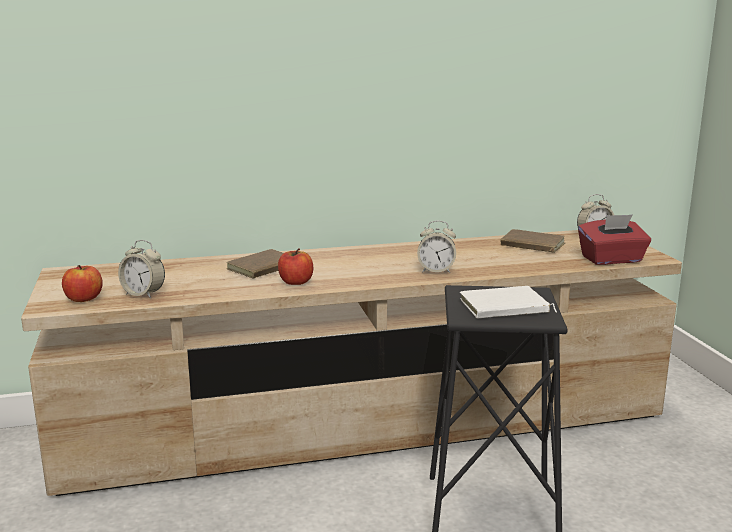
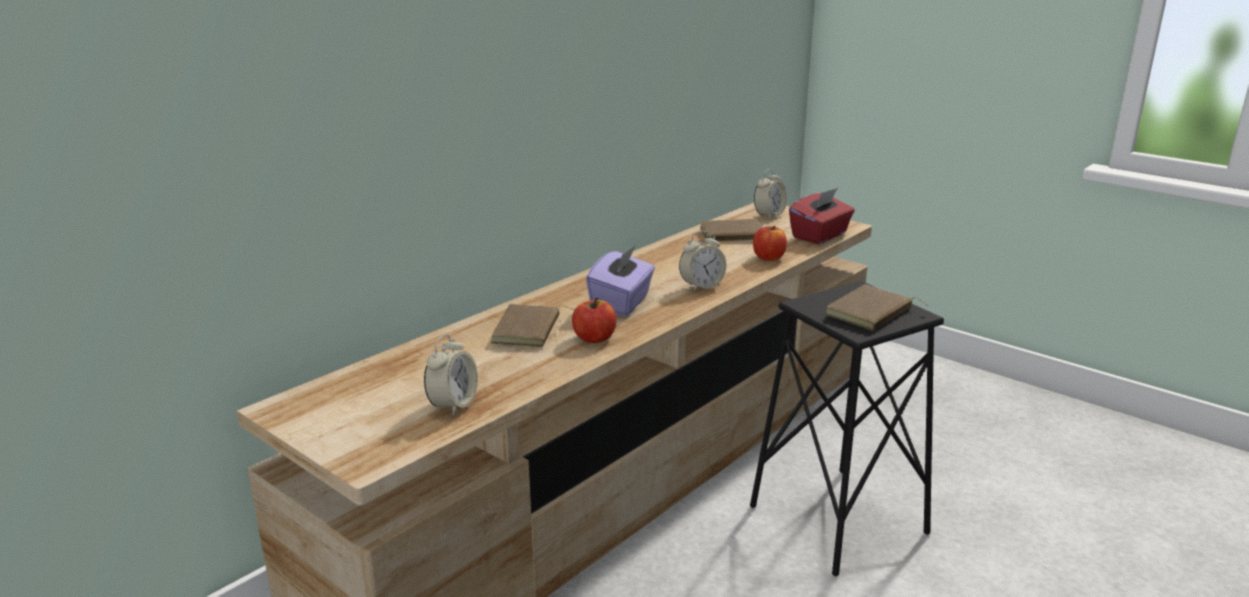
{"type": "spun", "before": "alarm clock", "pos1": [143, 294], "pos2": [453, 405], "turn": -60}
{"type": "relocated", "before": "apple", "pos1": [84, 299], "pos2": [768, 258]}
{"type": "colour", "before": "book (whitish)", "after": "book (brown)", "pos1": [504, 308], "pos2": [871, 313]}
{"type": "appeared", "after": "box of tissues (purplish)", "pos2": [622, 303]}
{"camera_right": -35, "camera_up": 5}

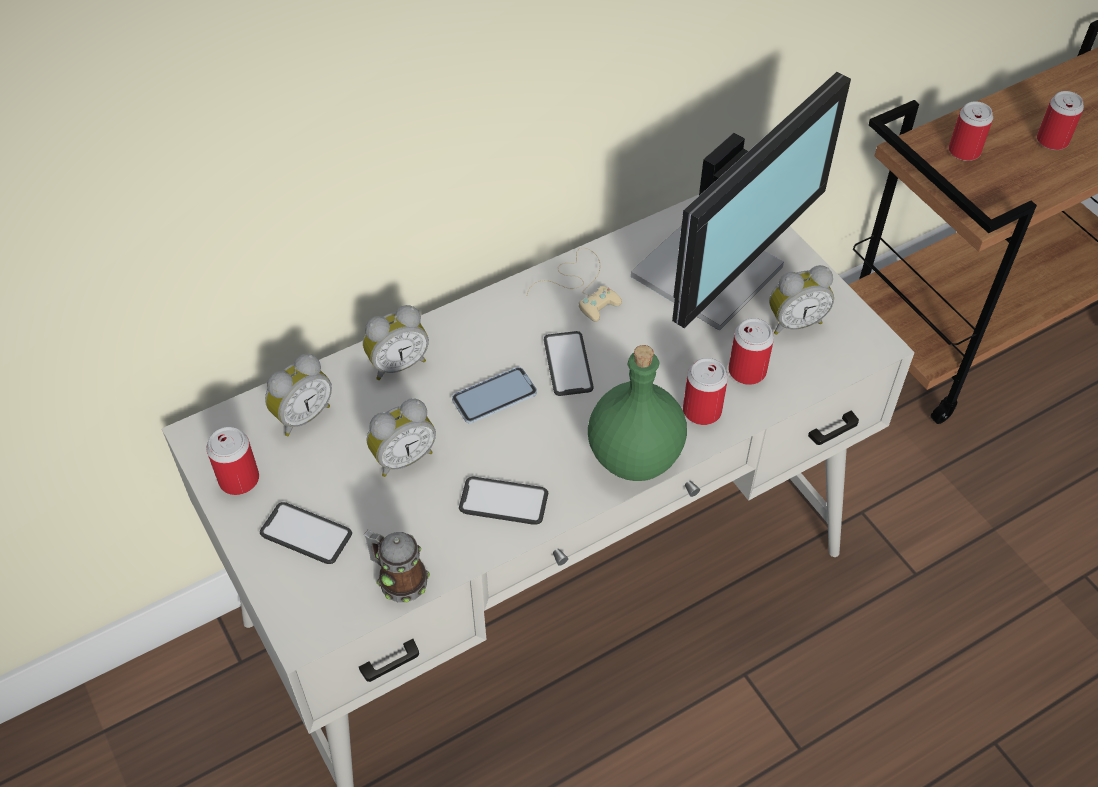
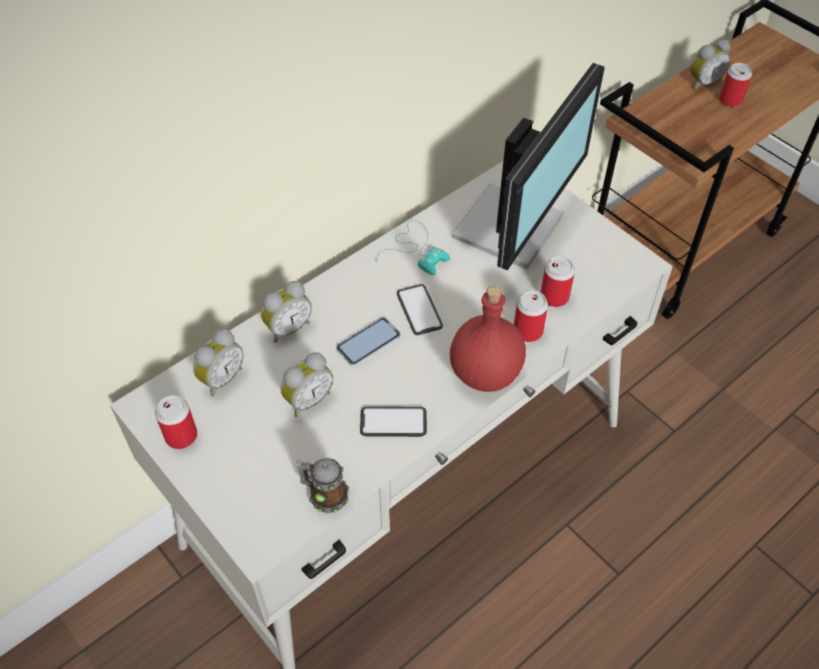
{"type": "missing", "before": "can", "pos1": [964, 151]}
{"type": "colour", "before": "game controller (sand-coloured)", "after": "game controller (turquoise)", "pos1": [581, 285], "pos2": [416, 249]}
{"type": "relocated", "before": "alarm clock", "pos1": [794, 322], "pos2": [702, 82]}
{"type": "colour", "before": "drink bottle (green)", "after": "drink bottle (red)", "pos1": [633, 455], "pos2": [484, 372]}
{"type": "missing", "before": "telephone", "pos1": [306, 534]}
{"camera_right": -10, "camera_up": 0}

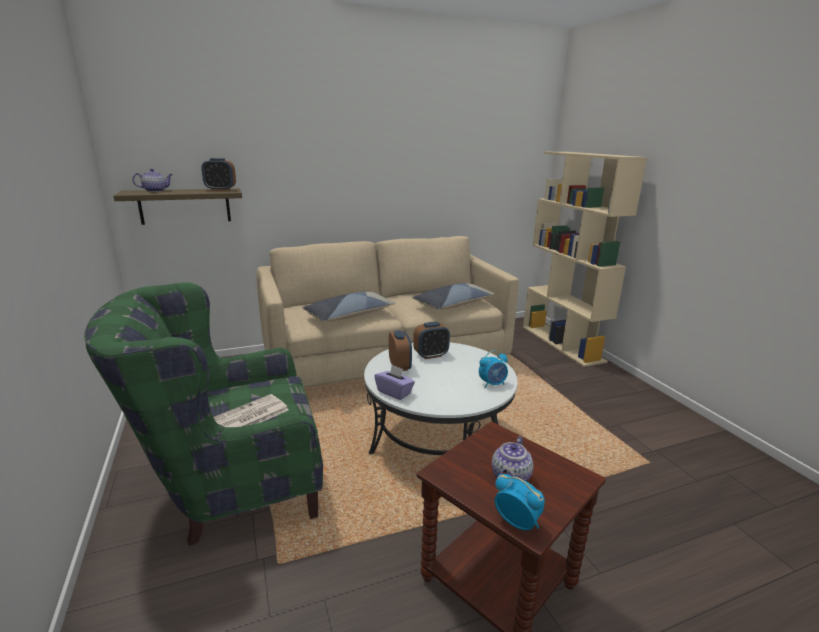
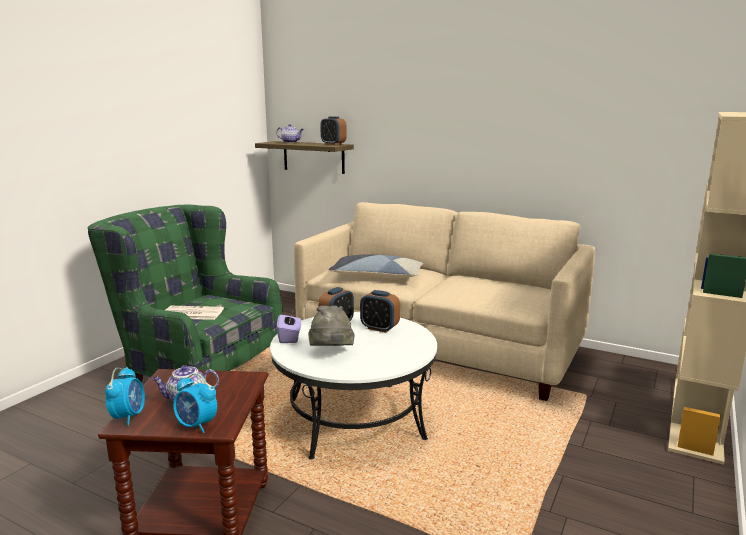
{"type": "missing", "before": "cushion", "pos1": [453, 304]}
{"type": "relocated", "before": "alarm clock", "pos1": [492, 384], "pos2": [196, 425]}
{"type": "appeared", "after": "hat (greyish)", "pos2": [331, 353]}
{"camera_right": 50, "camera_up": -5}

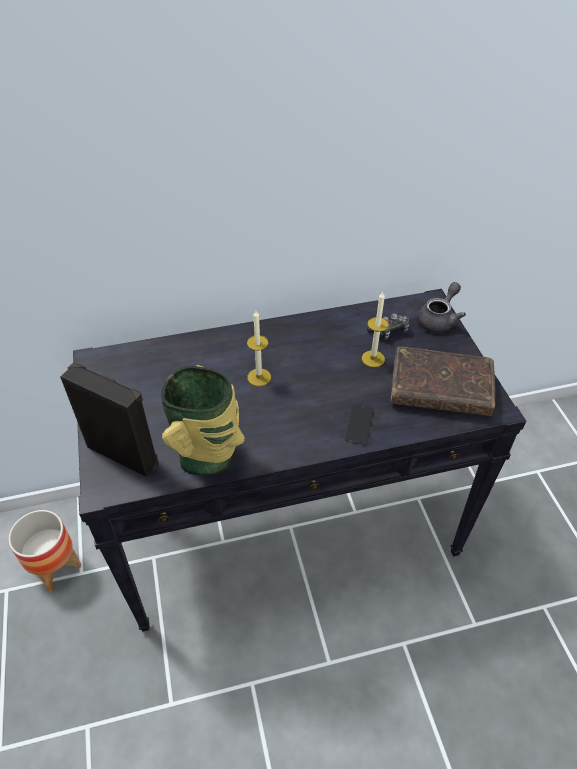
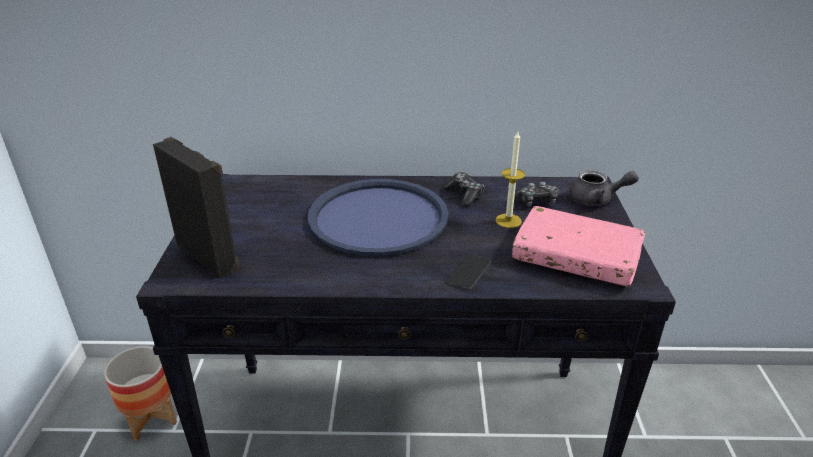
{"type": "spun", "before": "pot for tea (greyish)", "pos1": [439, 319], "pos2": [596, 200], "turn": 45}
{"type": "exchanged", "before": "wax candle", "after": "carrying tray (blue)", "pos1": [259, 377], "pos2": [378, 218]}
{"type": "colour", "before": "book (brown)", "after": "book (pink)", "pos1": [440, 389], "pos2": [576, 257]}
{"type": "missing", "before": "flower vase", "pos1": [208, 459]}
{"type": "appeared", "after": "game controller", "pos2": [464, 195]}
{"camera_right": 15, "camera_up": -15}

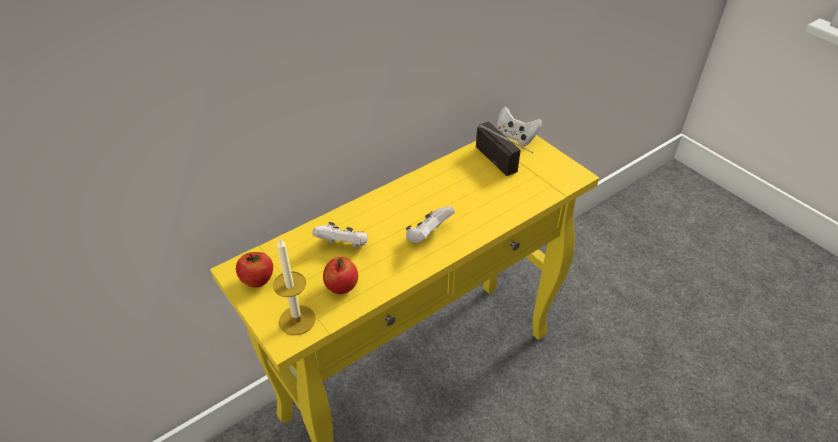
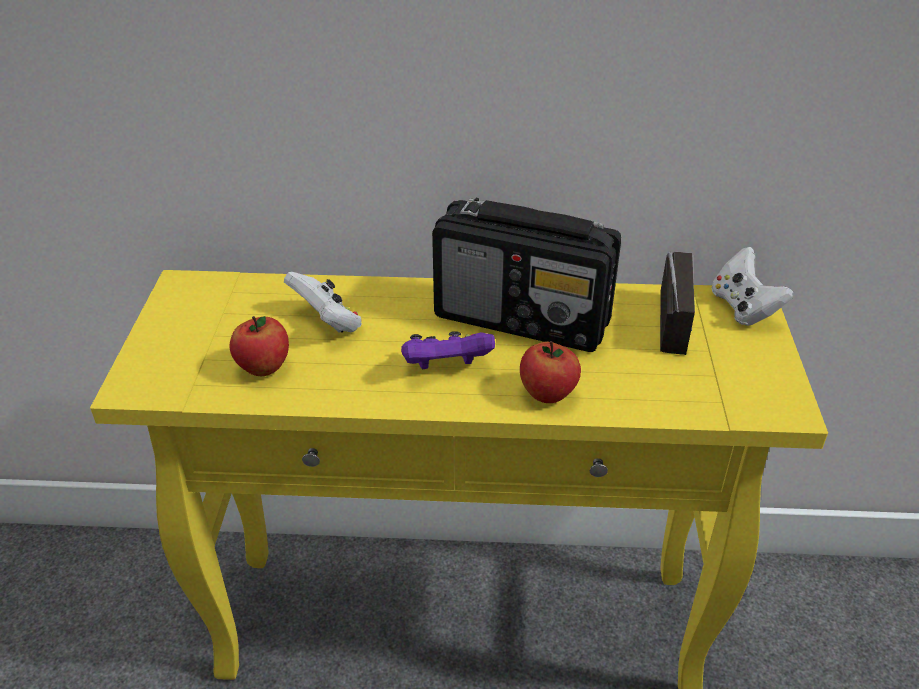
{"type": "colour", "before": "game controller (whitish)", "after": "game controller (purplish)", "pos1": [428, 235], "pos2": [446, 368]}
{"type": "missing", "before": "wax candle", "pos1": [297, 320]}
{"type": "relocated", "before": "apple", "pos1": [258, 281], "pos2": [548, 394]}
{"type": "appeared", "after": "radio set", "pos2": [523, 319]}
{"camera_right": 40, "camera_up": -5}

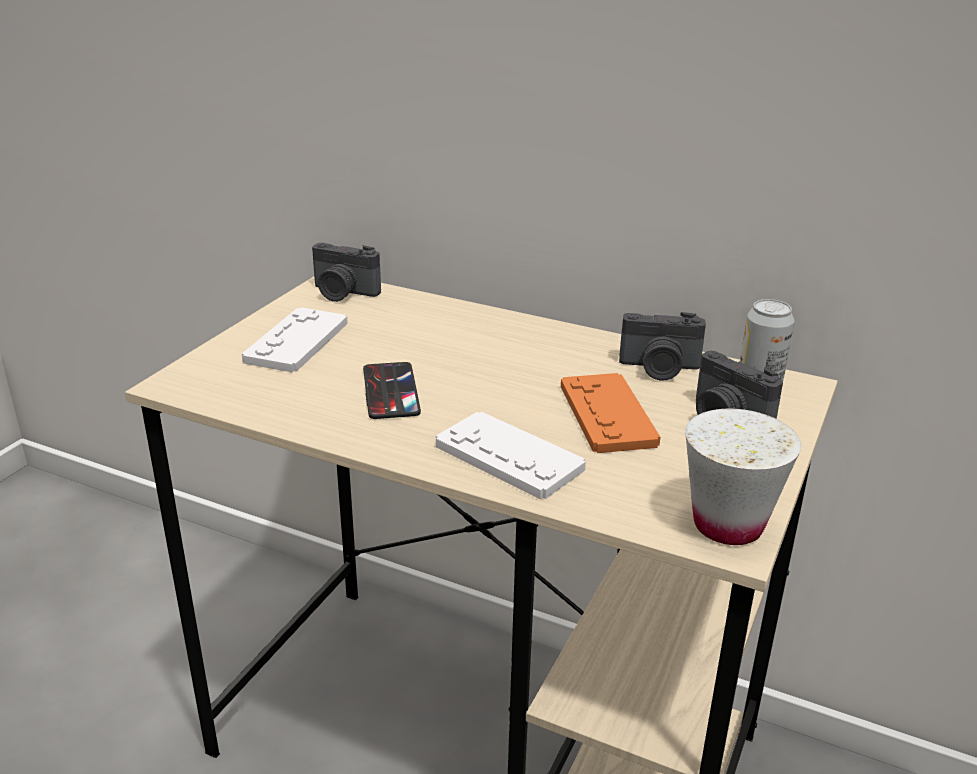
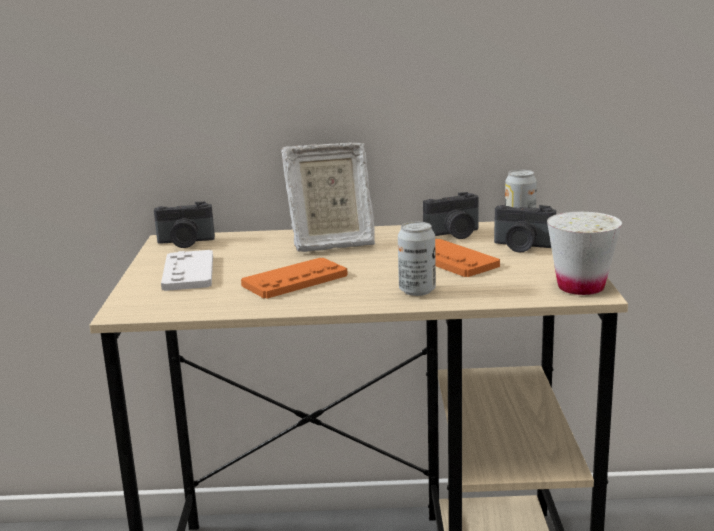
{"type": "exchanged", "before": "telephone", "after": "game controller (orangey)", "pos1": [390, 391], "pos2": [295, 280]}
{"type": "exchanged", "before": "game controller (whitish)", "after": "can", "pos1": [509, 457], "pos2": [417, 290]}
{"type": "appeared", "after": "picture frame", "pos2": [330, 243]}
{"camera_right": -25, "camera_up": -10}

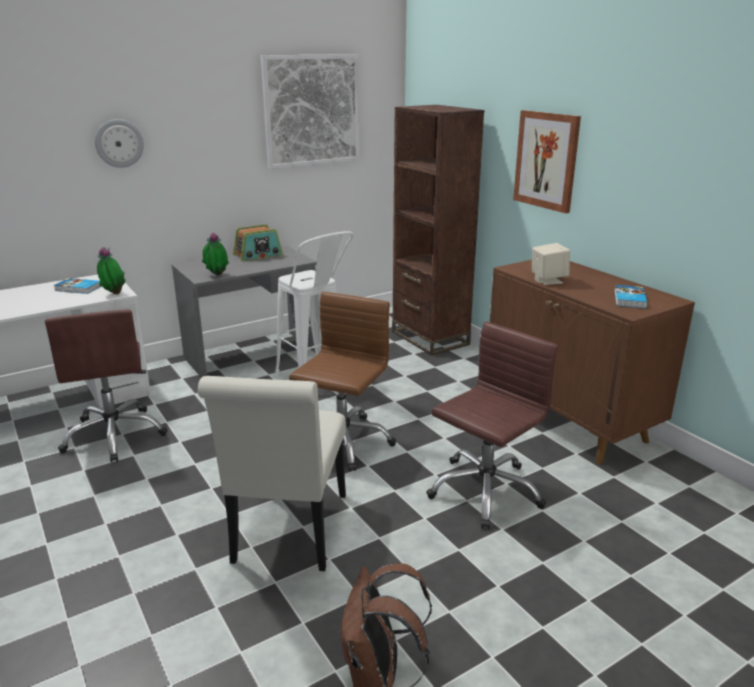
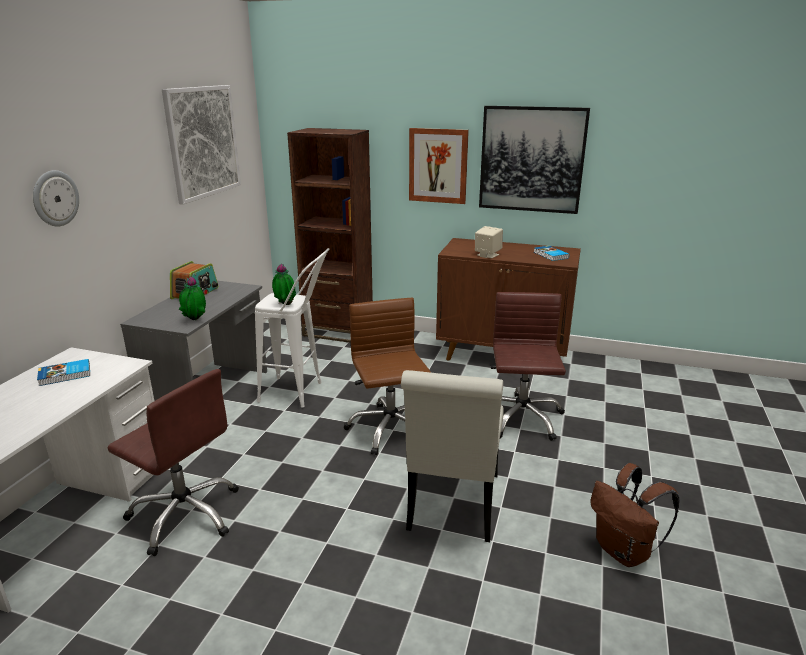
{"type": "relocated", "before": "houseplant", "pos1": [113, 294], "pos2": [285, 305]}
{"type": "spun", "before": "upright chair (whitish)", "pos1": [288, 534], "pos2": [452, 507], "turn": 45}
{"type": "appeared", "after": "wall art", "pos2": [531, 159]}
{"camera_right": -40, "camera_up": 0}

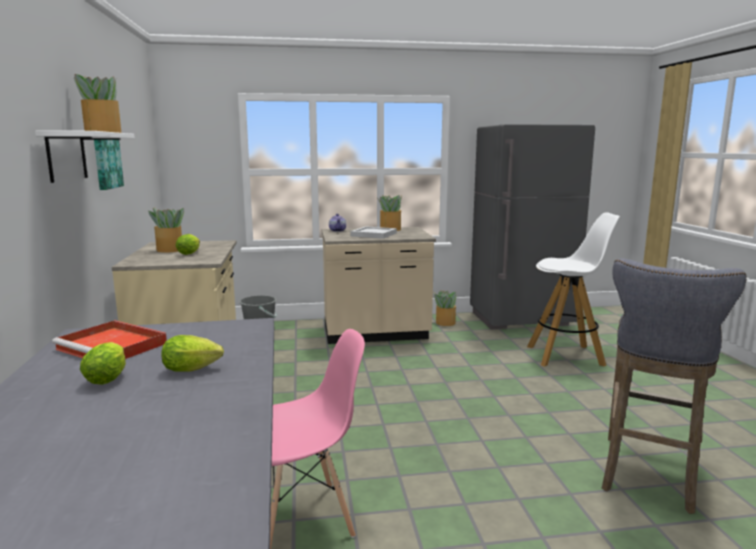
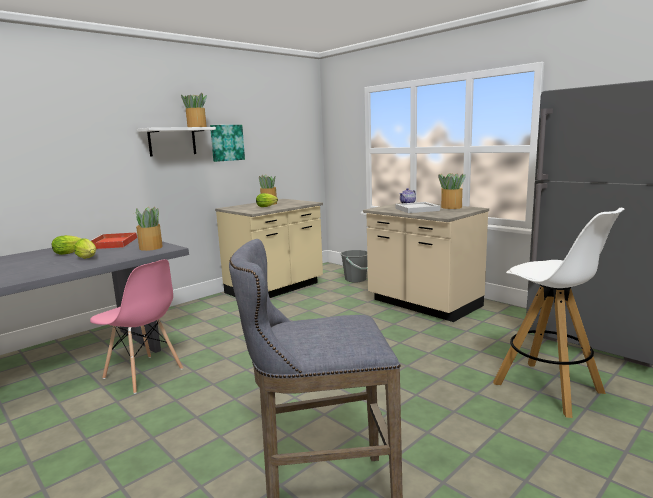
{"type": "relocated", "before": "houseplant", "pos1": [445, 323], "pos2": [151, 247]}
{"camera_right": 55, "camera_up": 0}

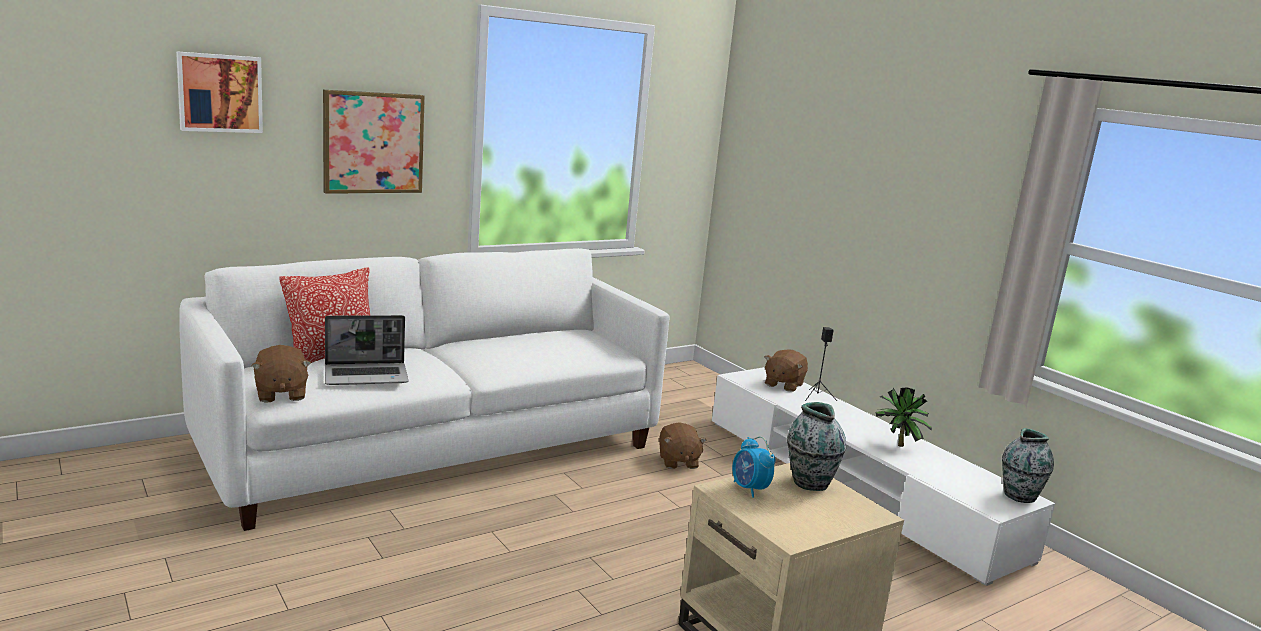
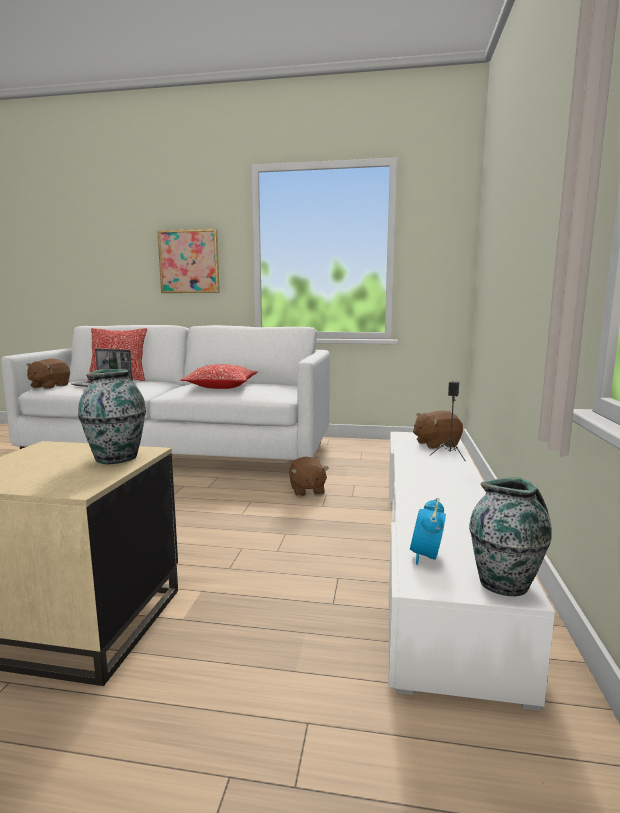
{"type": "missing", "before": "wall art", "pos1": [220, 93]}
{"type": "missing", "before": "houseplant", "pos1": [896, 445]}
{"type": "spun", "before": "soft toy (brown)", "pos1": [678, 461], "pos2": [307, 490], "turn": -45}
{"type": "relocated", "before": "alarm clock", "pos1": [749, 489], "pos2": [426, 557]}
{"type": "appeared", "after": "cushion", "pos2": [221, 387]}
{"camera_right": 45, "camera_up": -5}

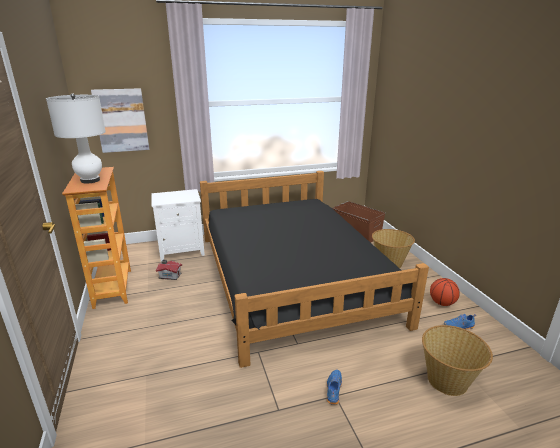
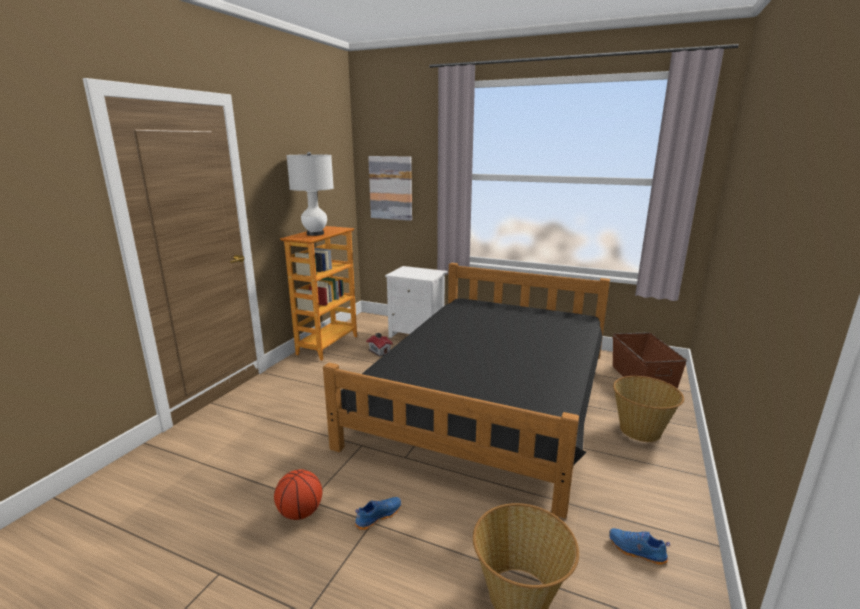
{"type": "relocated", "before": "basketball ball", "pos1": [442, 303], "pos2": [300, 512]}
{"camera_right": 40, "camera_up": -5}

